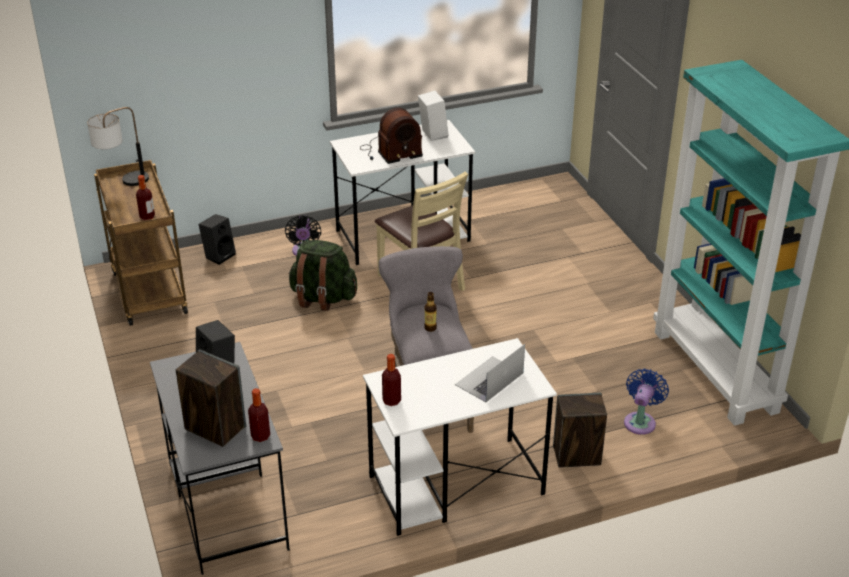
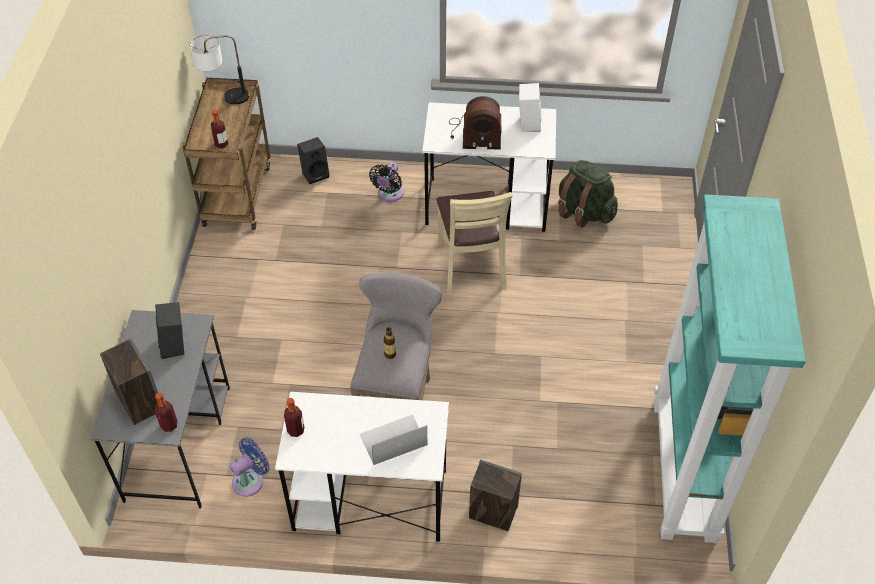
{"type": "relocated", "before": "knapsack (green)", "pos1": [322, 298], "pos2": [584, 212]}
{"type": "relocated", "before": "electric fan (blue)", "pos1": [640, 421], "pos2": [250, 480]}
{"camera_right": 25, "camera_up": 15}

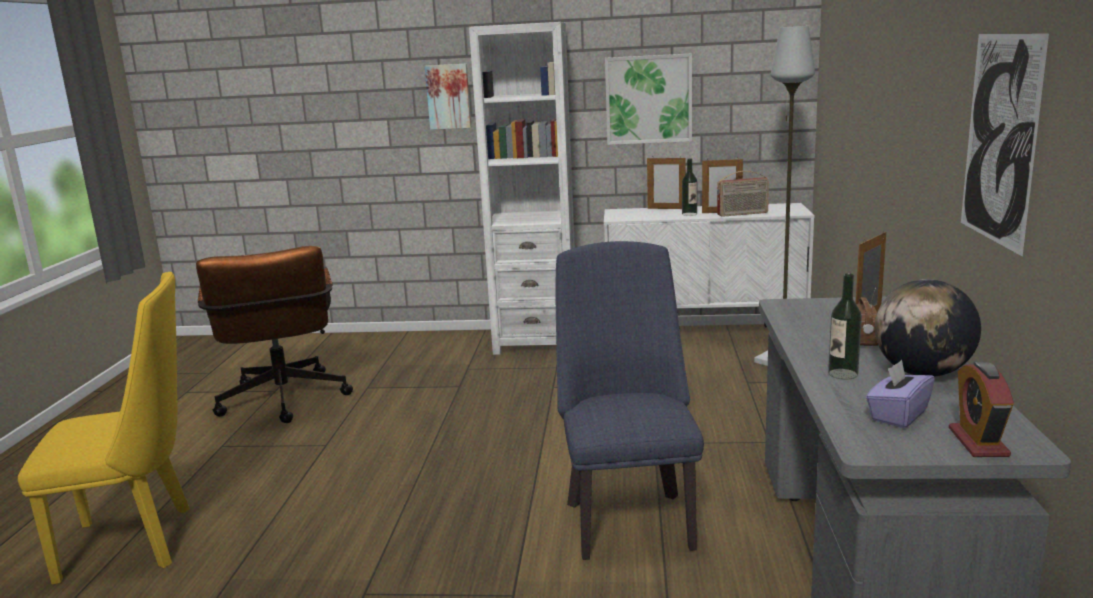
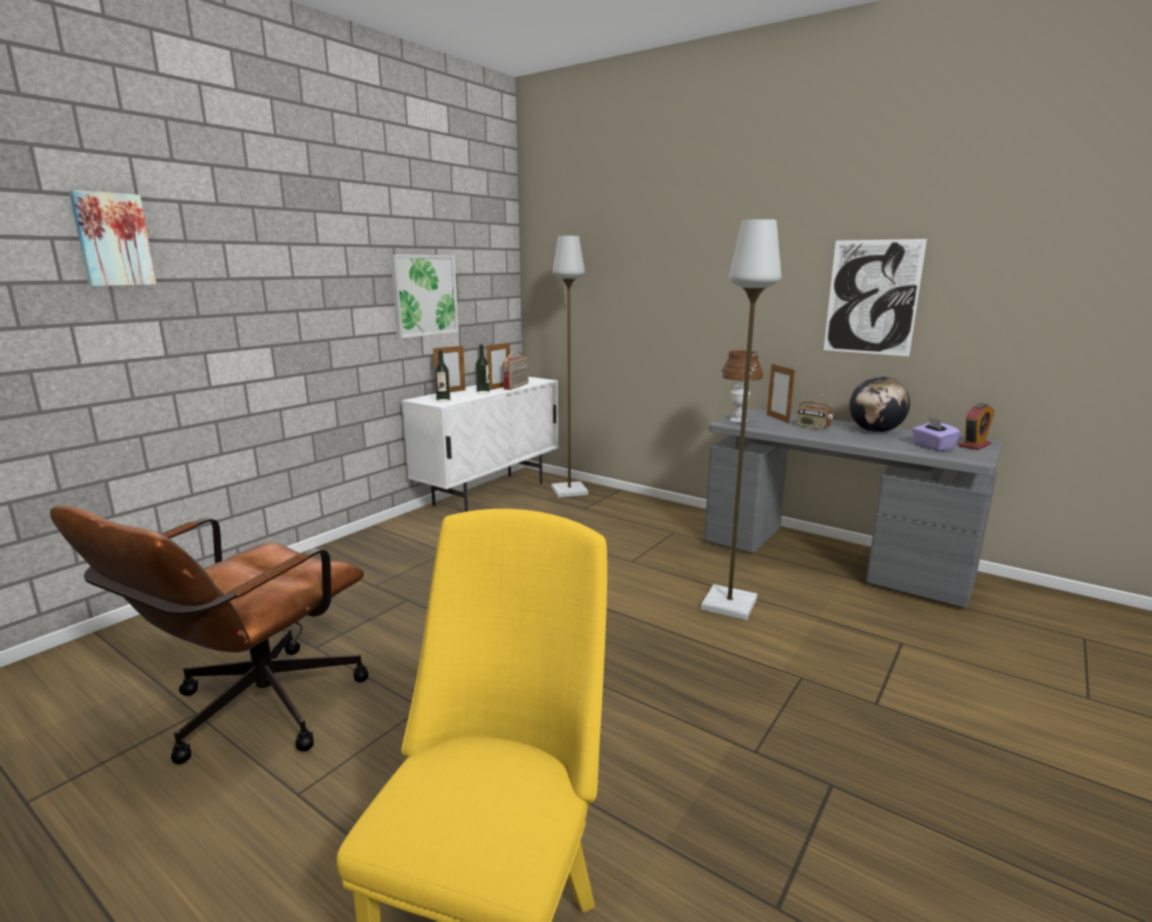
{"type": "missing", "before": "bookshelf (whitish)", "pos1": [536, 341]}
{"type": "relocated", "before": "wall art", "pos1": [448, 96], "pos2": [113, 240]}
{"type": "exchanged", "before": "upright chair (blue)", "after": "standing lamp (greyish)", "pos1": [627, 518], "pos2": [728, 603]}
{"type": "spun", "before": "office chair (brown)", "pos1": [284, 403], "pos2": [251, 714], "turn": 105}
{"type": "relocated", "before": "drink bottle", "pos1": [843, 374], "pos2": [443, 400]}
{"type": "spun", "before": "alarm clock", "pos1": [978, 442], "pos2": [974, 445], "turn": -75}
{"type": "appeared", "after": "tabletop lamp (brown)", "pos2": [738, 421]}
{"camera_right": -60, "camera_up": 0}

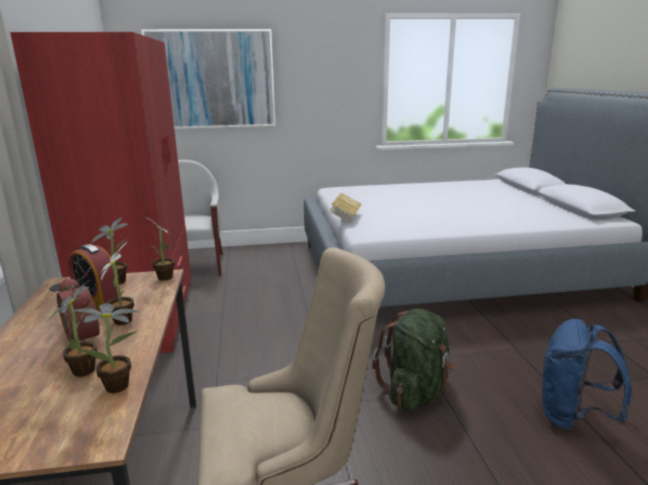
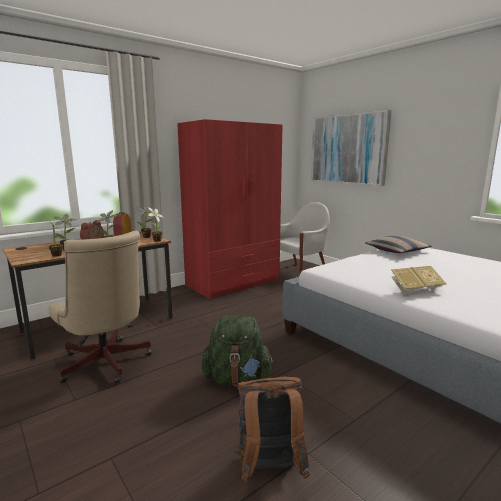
{"type": "relocated", "before": "book", "pos1": [345, 216], "pos2": [415, 290]}
{"type": "colour", "before": "knapsack (blue)", "after": "knapsack (brown)", "pos1": [572, 417], "pos2": [269, 469]}
{"type": "appeared", "after": "cushion", "pos2": [396, 251]}
{"camera_right": 60, "camera_up": -5}

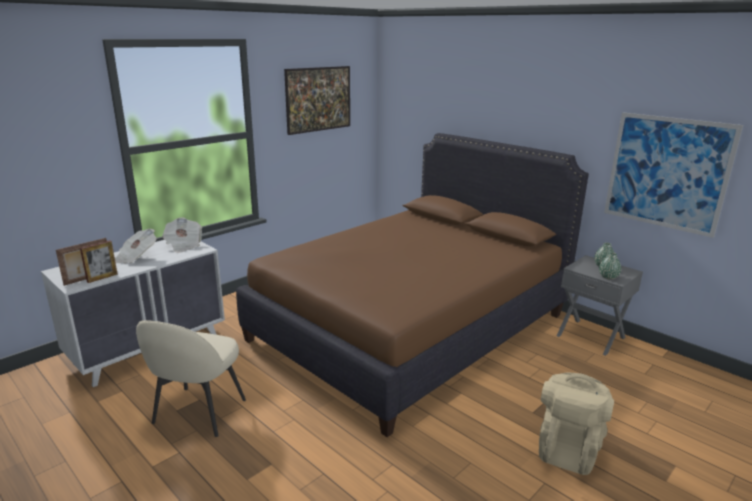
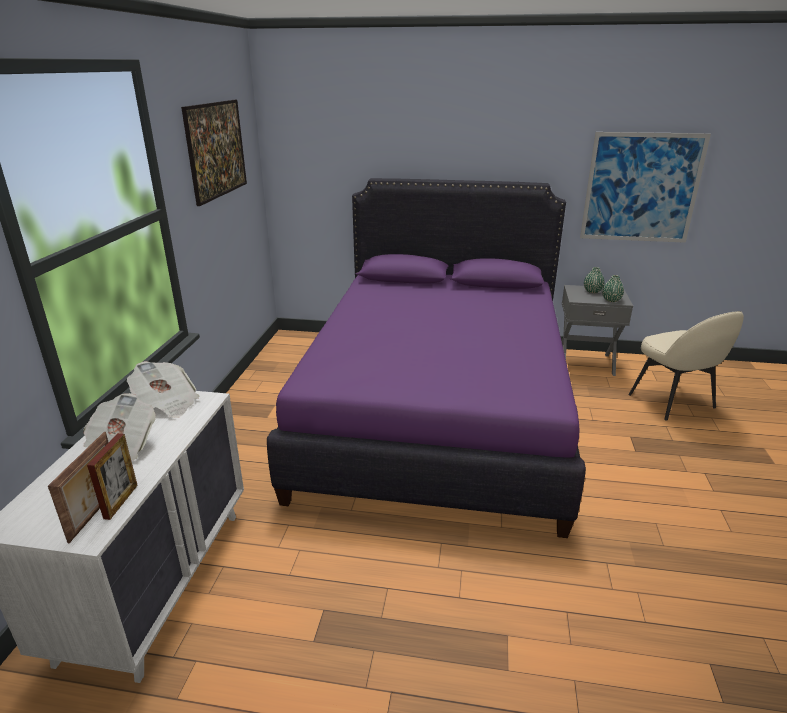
{"type": "colour", "before": "bed (brown)", "after": "bed (purplish)", "pos1": [410, 326], "pos2": [437, 411]}
{"type": "relocated", "before": "upright chair (sand-coloured)", "pos1": [198, 413], "pos2": [673, 402]}
{"type": "missing", "before": "knapsack (sand-coloured)", "pos1": [568, 449]}
{"camera_right": -35, "camera_up": 5}

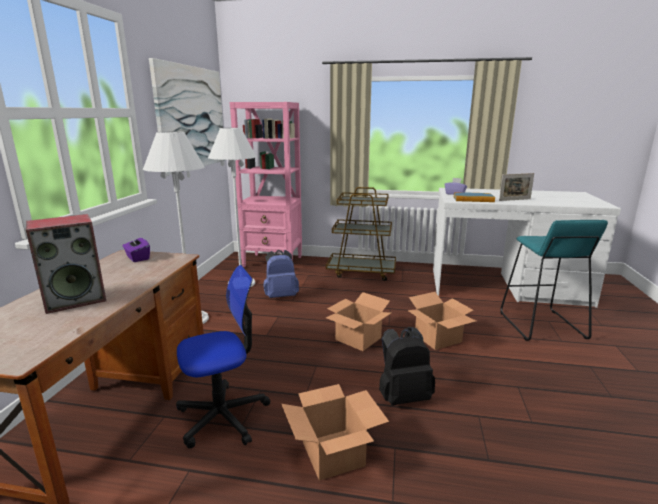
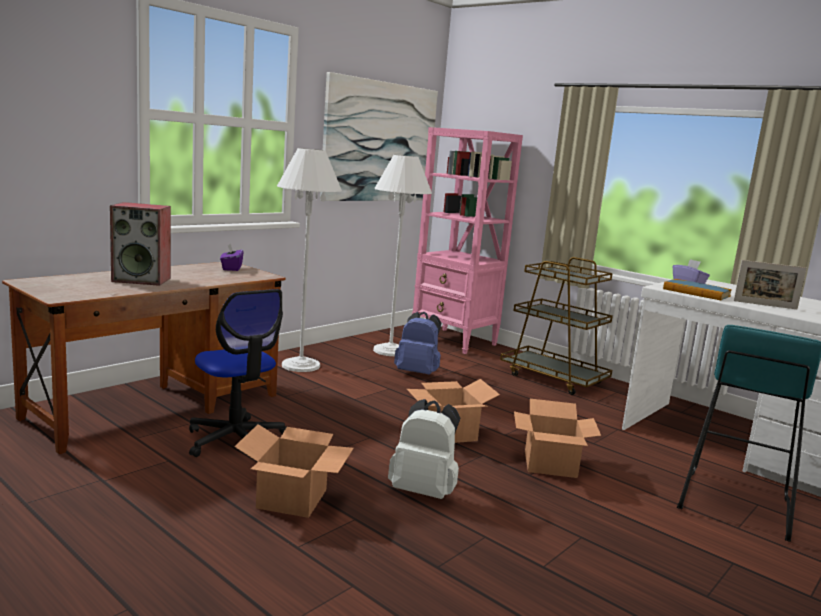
{"type": "spun", "before": "office chair", "pos1": [223, 416], "pos2": [236, 440], "turn": 45}
{"type": "colour", "before": "knapsack (blackish)", "after": "knapsack (whitish)", "pos1": [403, 396], "pos2": [424, 491]}
{"camera_right": 30, "camera_up": -5}

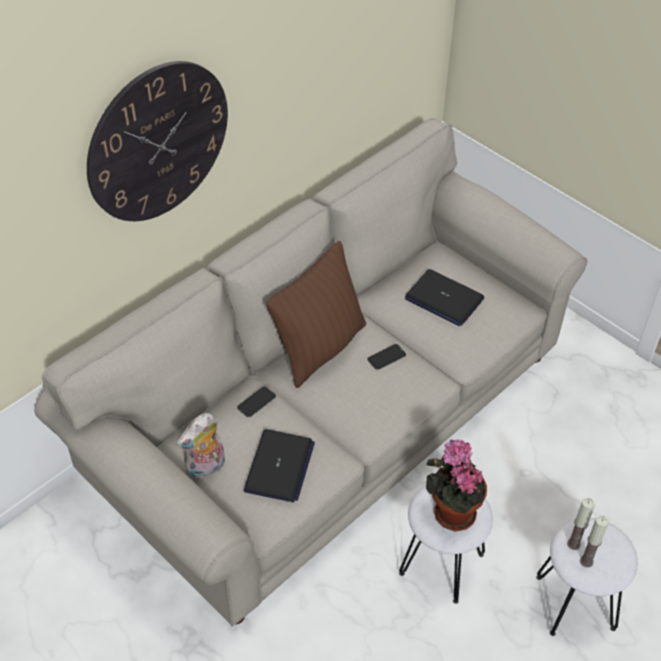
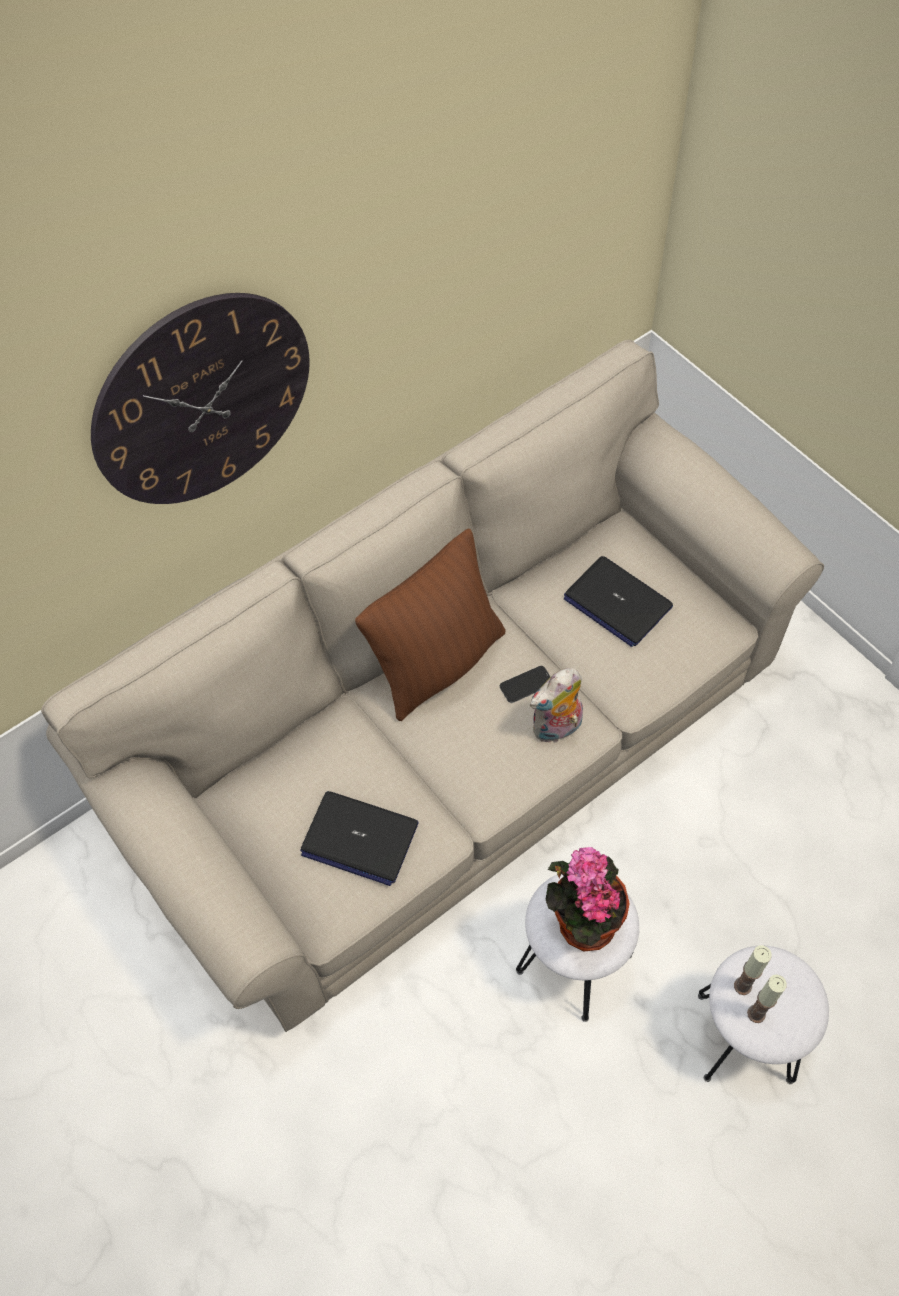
{"type": "missing", "before": "telephone", "pos1": [256, 402]}
{"type": "relocated", "before": "soft toy", "pos1": [206, 469], "pos2": [557, 729]}
{"type": "spun", "before": "portable computer", "pos1": [279, 467], "pos2": [359, 838], "turn": 90}
{"camera_right": 10, "camera_up": 10}

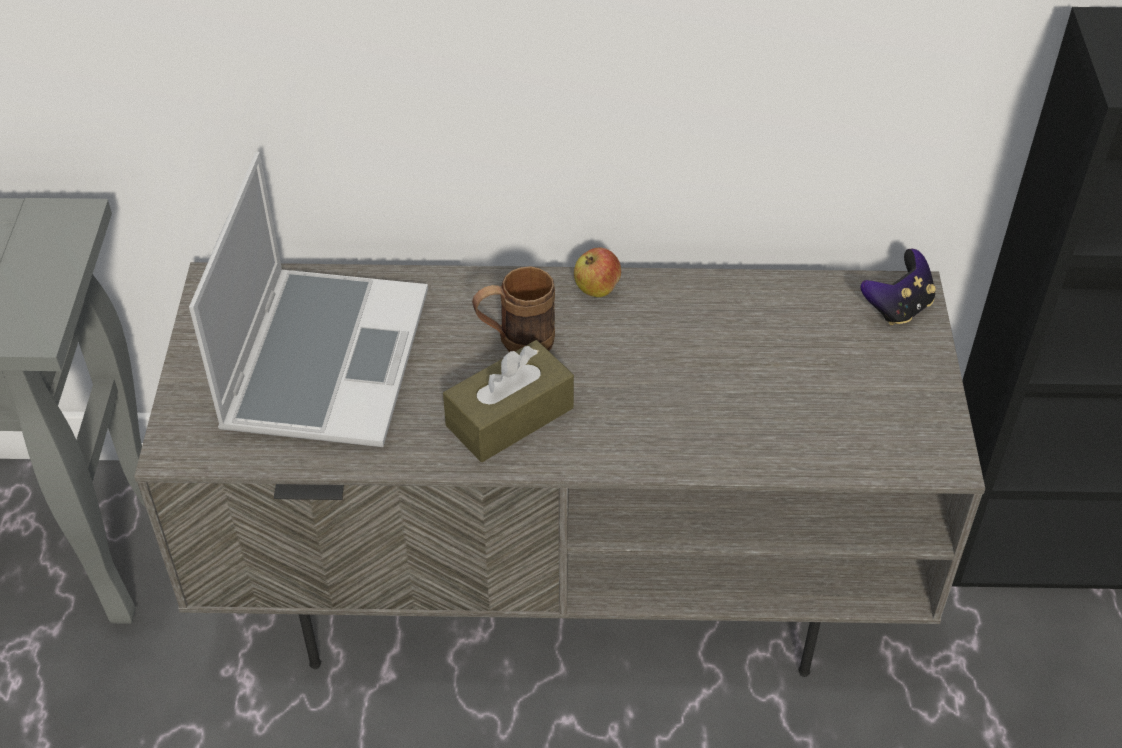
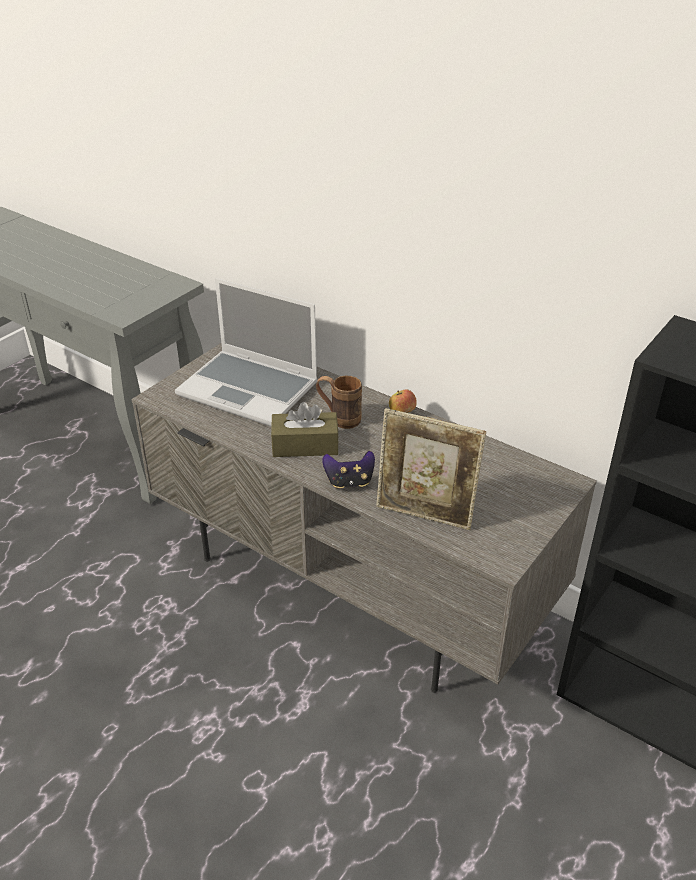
{"type": "spun", "before": "portable computer", "pos1": [324, 358], "pos2": [250, 389], "turn": 75}
{"type": "relocated", "before": "game controller", "pos1": [897, 307], "pos2": [349, 482]}
{"type": "appeared", "after": "picture frame", "pos2": [425, 515]}
{"camera_right": 35, "camera_up": -10}

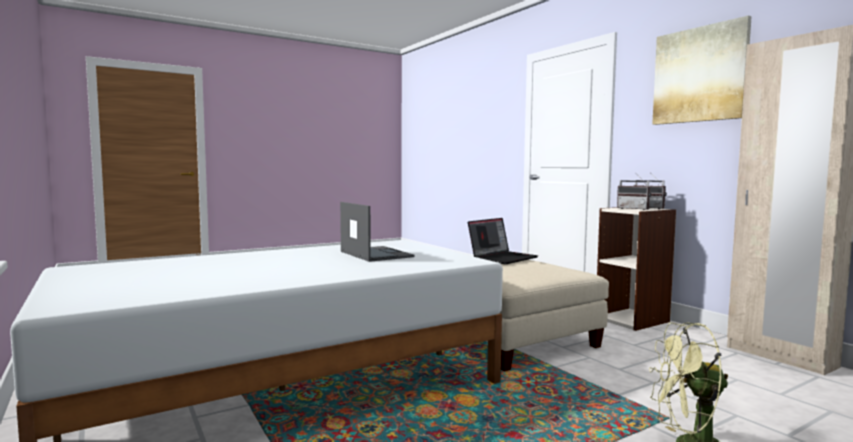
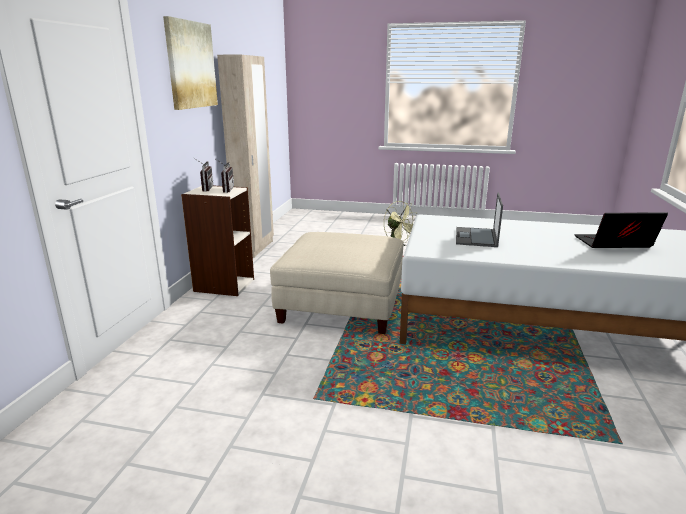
{"type": "relocated", "before": "portable computer", "pos1": [502, 258], "pos2": [613, 244]}
{"camera_right": -135, "camera_up": 15}

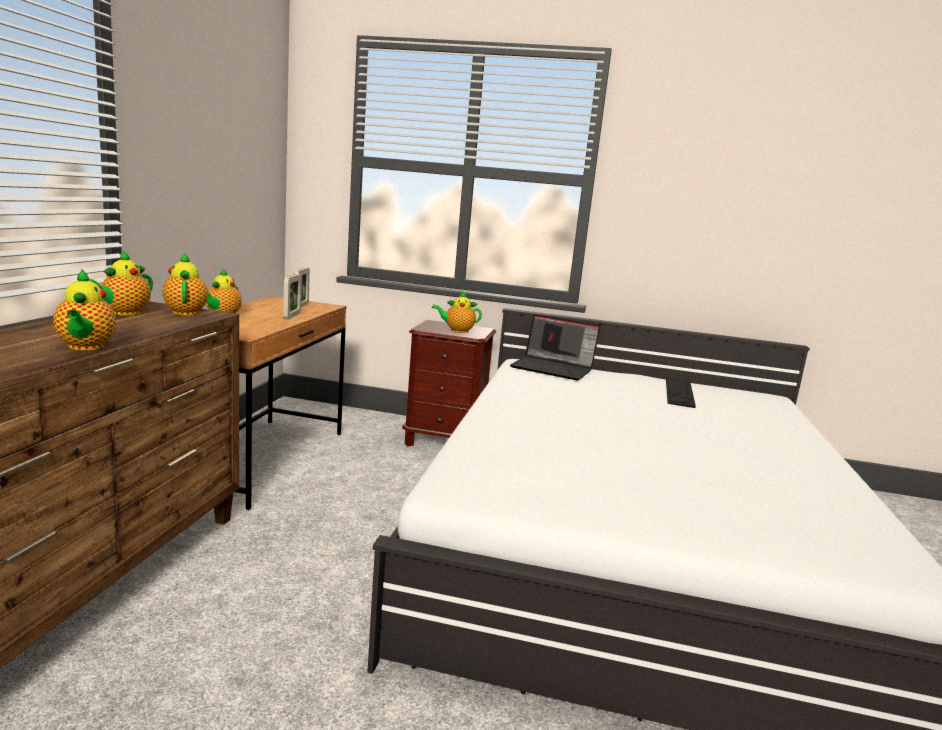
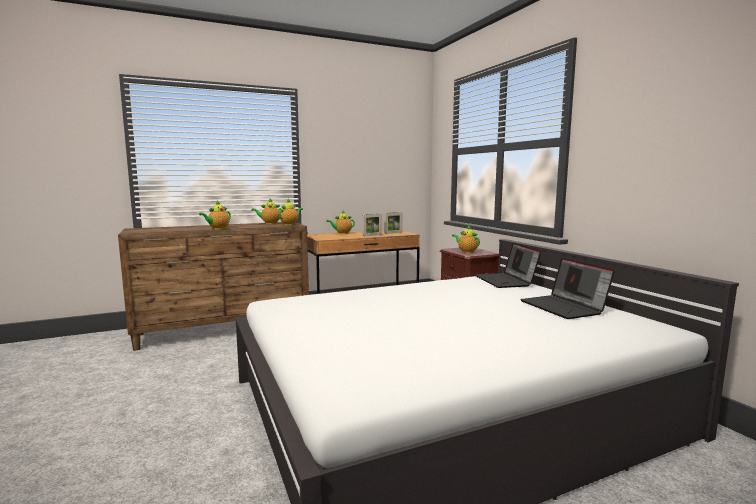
{"type": "exchanged", "before": "PC keyboard", "after": "portable computer", "pos1": [679, 392], "pos2": [564, 307]}
{"camera_right": 55, "camera_up": -5}

